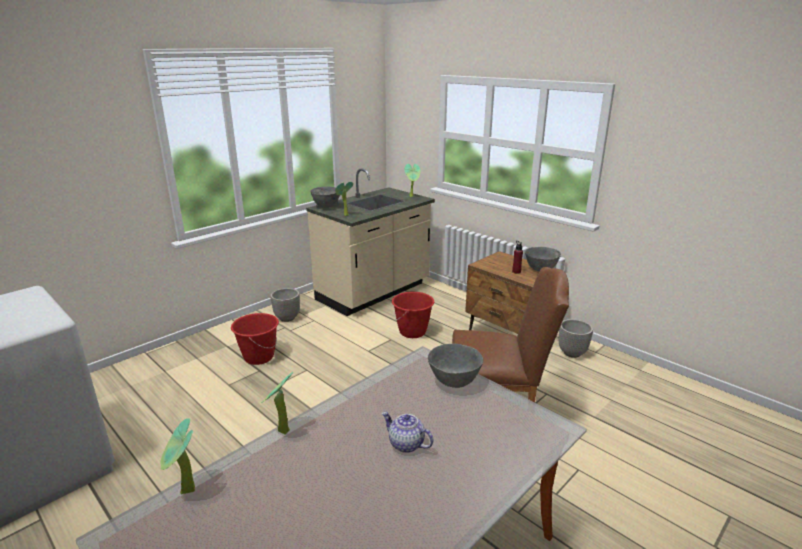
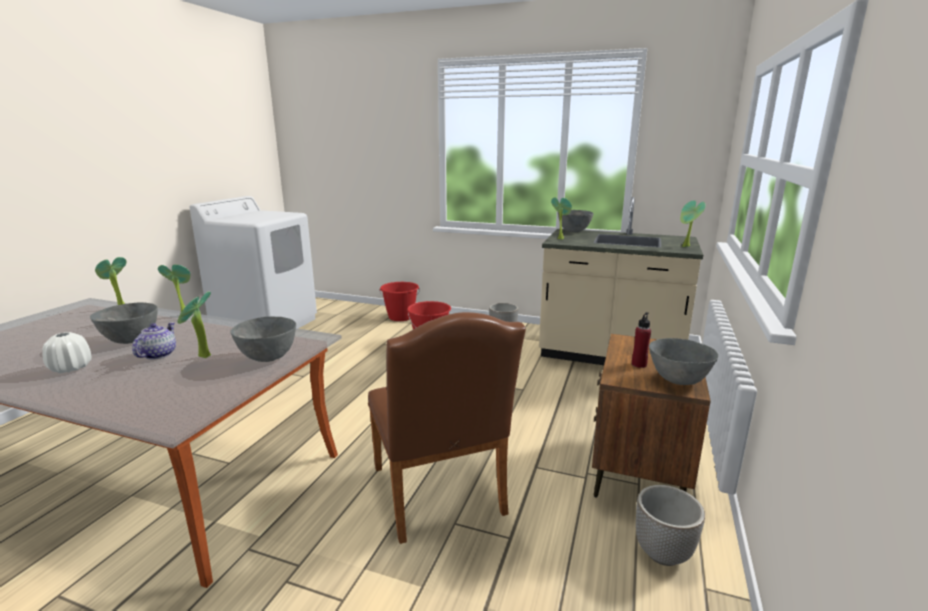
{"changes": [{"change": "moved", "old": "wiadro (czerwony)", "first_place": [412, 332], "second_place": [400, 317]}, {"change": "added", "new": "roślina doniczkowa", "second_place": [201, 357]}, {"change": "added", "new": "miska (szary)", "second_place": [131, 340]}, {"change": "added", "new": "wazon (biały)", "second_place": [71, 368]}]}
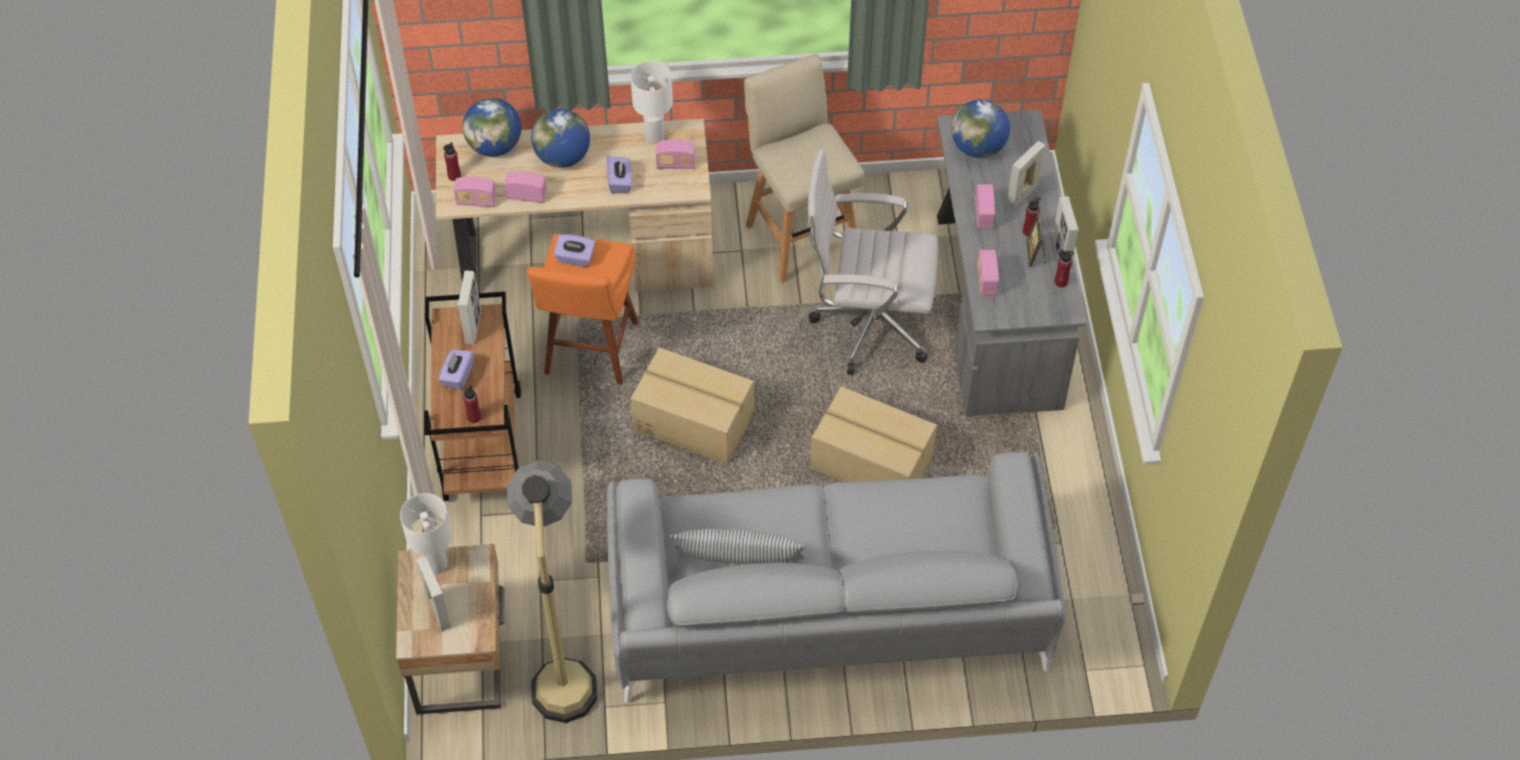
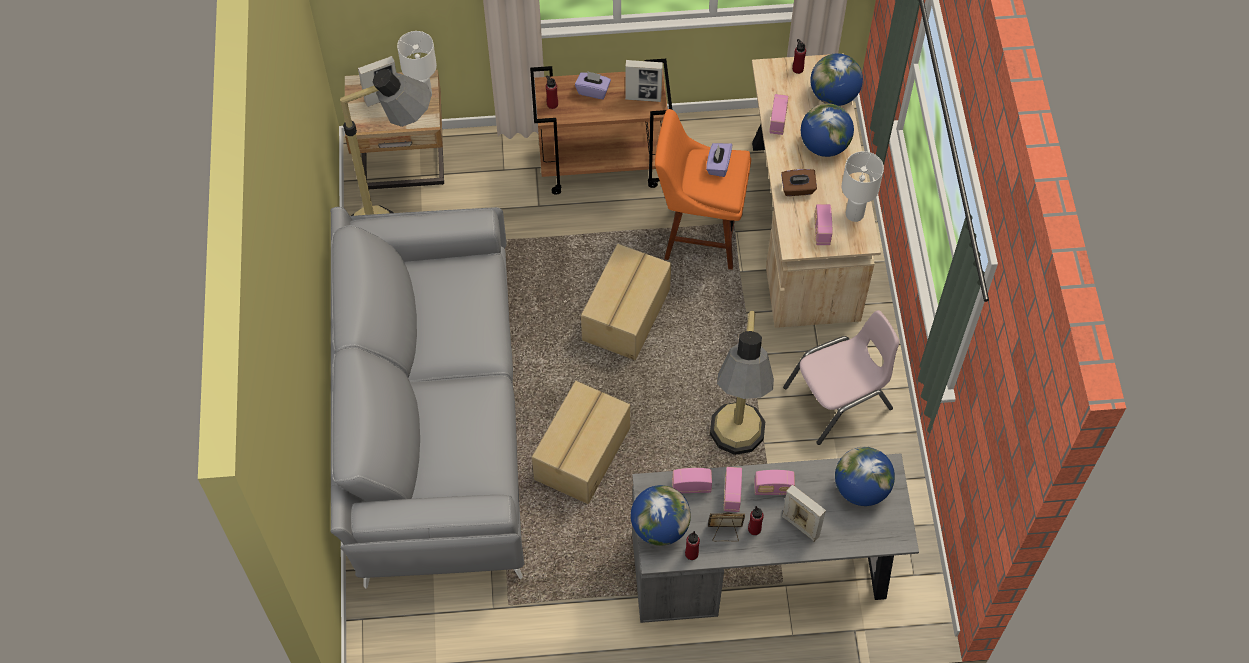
{"changes": [{"change": "replaced", "old": "stołek (beżowy)", "new": "krzesło (różowy)", "first_place": [800, 235], "second_place": [839, 399]}, {"change": "replaced", "old": "krzesło biurowe (biały)", "new": "lampa stojąca", "first_place": [867, 325], "second_place": [735, 453]}, {"change": "recoloured", "old": "pudełko chusteczek (fioletowy)", "new": "pudełko chusteczek (brązowy)", "first_place": [620, 182], "second_place": [797, 189]}, {"change": "moved", "old": "radio", "first_place": [476, 201], "second_place": [732, 494]}, {"change": "removed", "old": "ramka na zdjęcie", "first_place": [1061, 253]}, {"change": "removed", "old": "poduszka", "first_place": [738, 561]}, {"change": "added", "new": "globus", "second_place": [660, 527]}]}
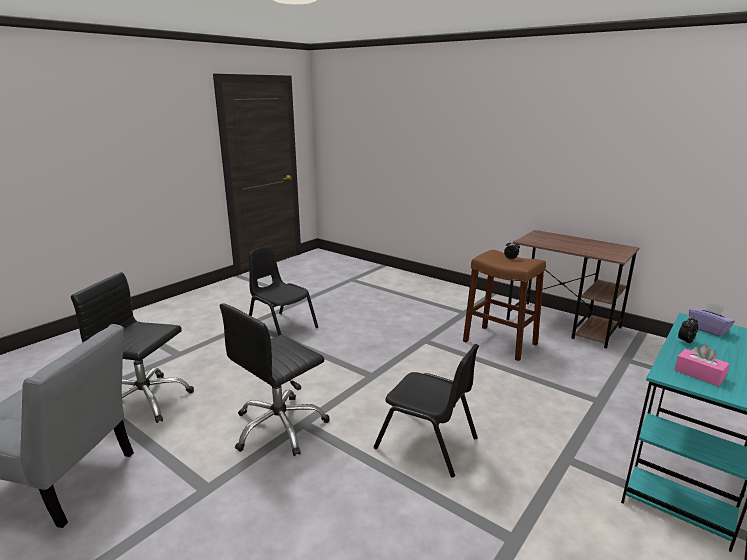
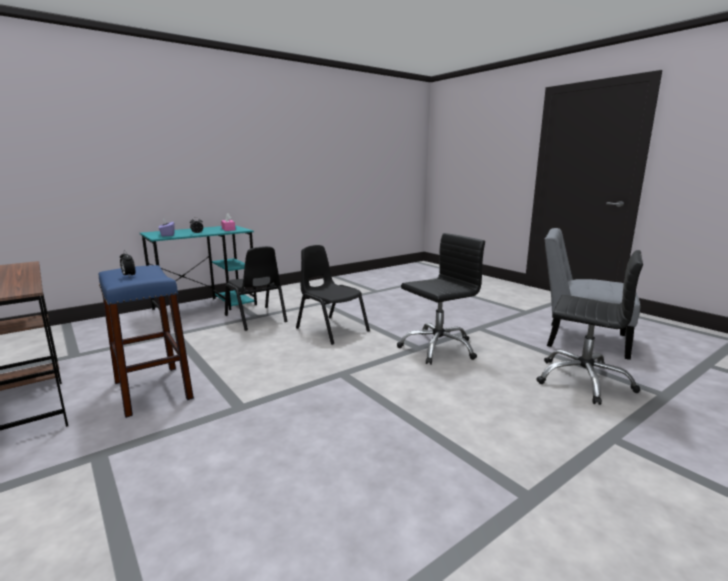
{"changes": [{"change": "moved", "old": "krzesło (czarny)", "first_place": [282, 327], "second_place": [256, 318]}, {"change": "recoloured", "old": "stołek (brązowy)", "new": "stołek (niebieski)", "first_place": [500, 342], "second_place": [152, 390]}]}
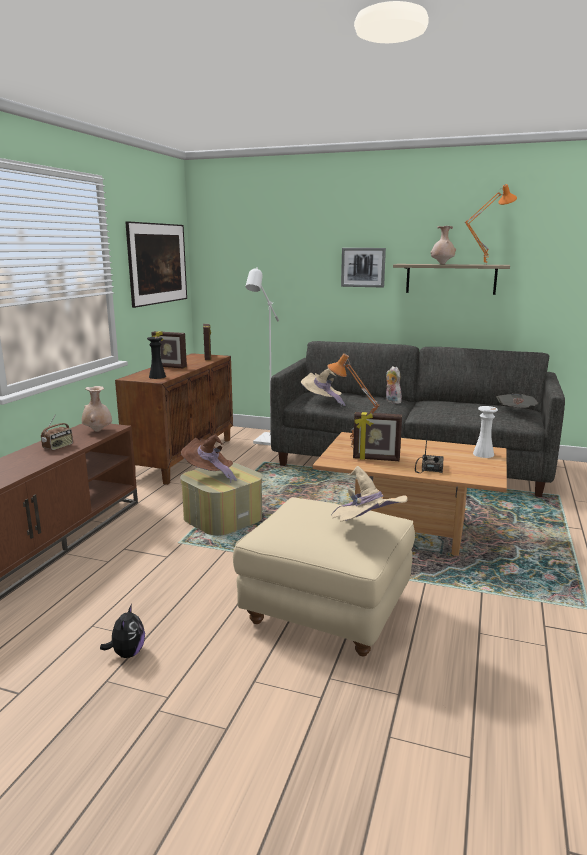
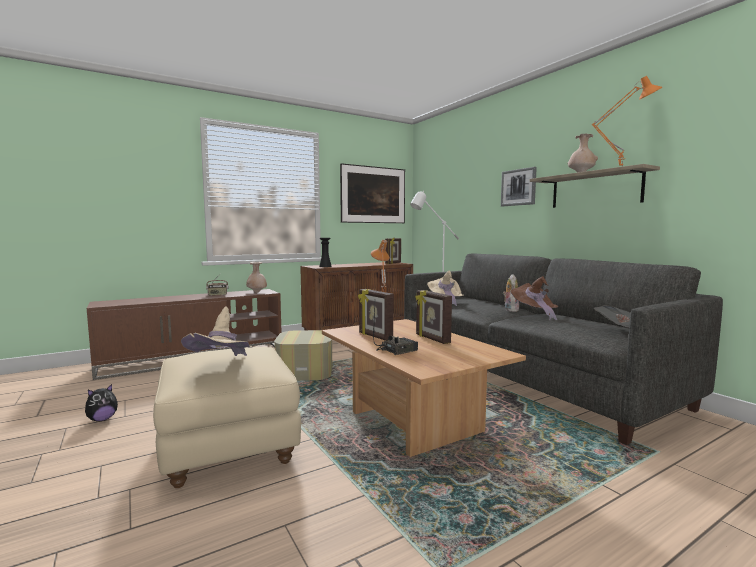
{"changes": [{"change": "moved", "old": "ramka na zdjęcie", "first_place": [169, 367], "second_place": [432, 339]}, {"change": "removed", "old": "wazon (biały)", "first_place": [483, 454]}, {"change": "moved", "old": "kapelusz (brązowy)", "first_place": [209, 474], "second_place": [534, 314]}]}
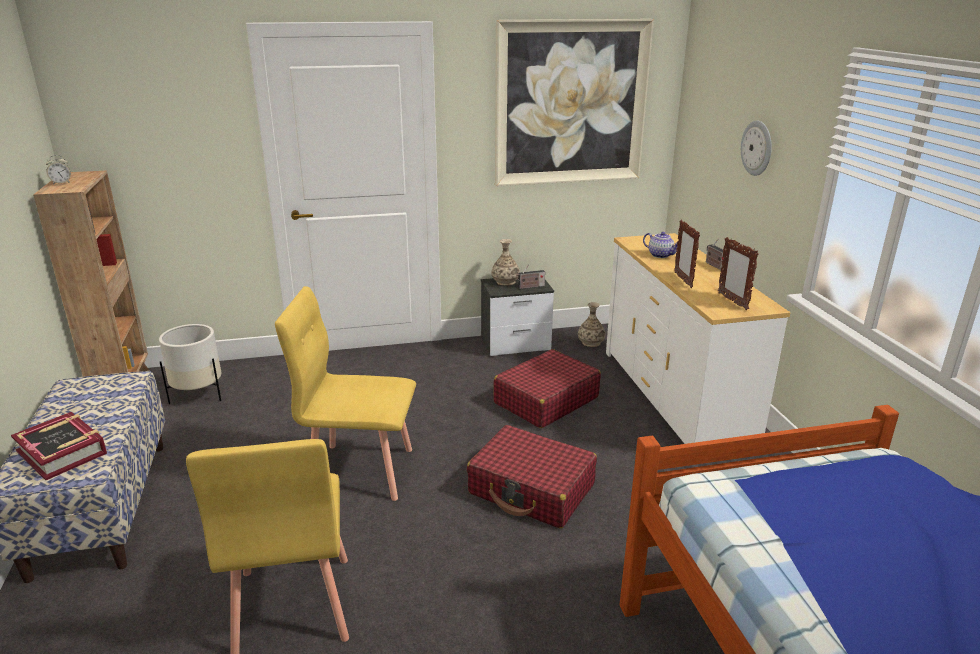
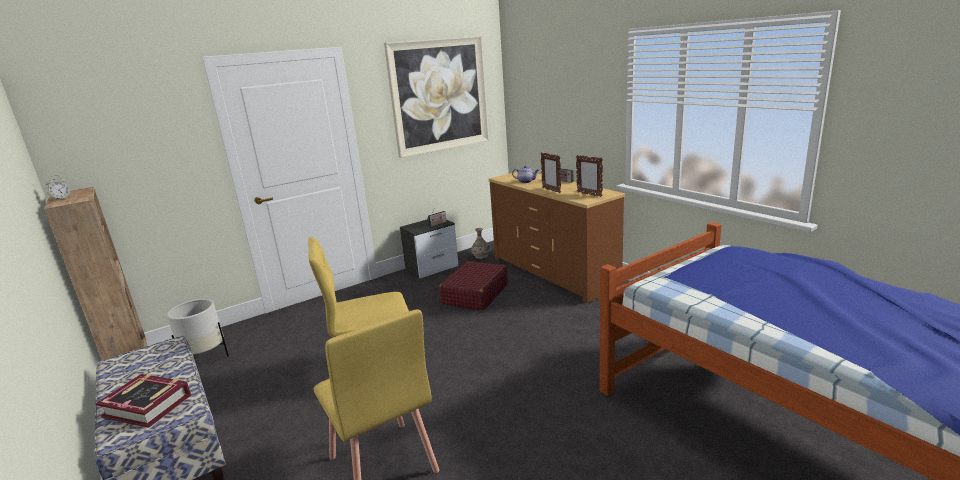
{"changes": [{"change": "removed", "old": "zegar ścienny", "first_place": [757, 148]}, {"change": "recoloured", "old": "komoda (biały)", "new": "komoda (brązowy)", "first_place": [675, 397], "second_place": [553, 273]}, {"change": "removed", "old": "wazon", "first_place": [505, 282]}, {"change": "removed", "old": "walizka (czerwony)", "first_place": [532, 489]}]}
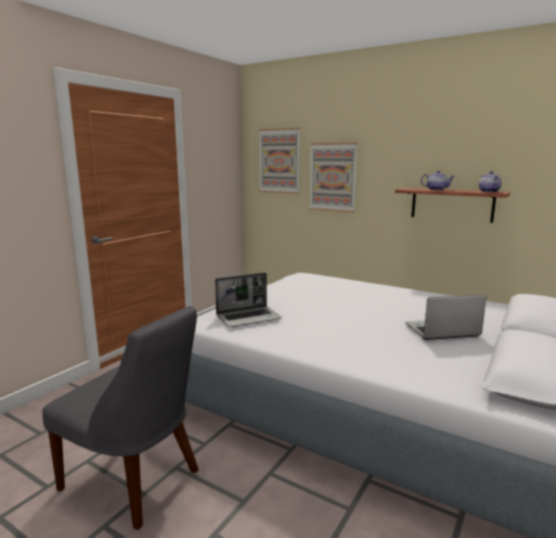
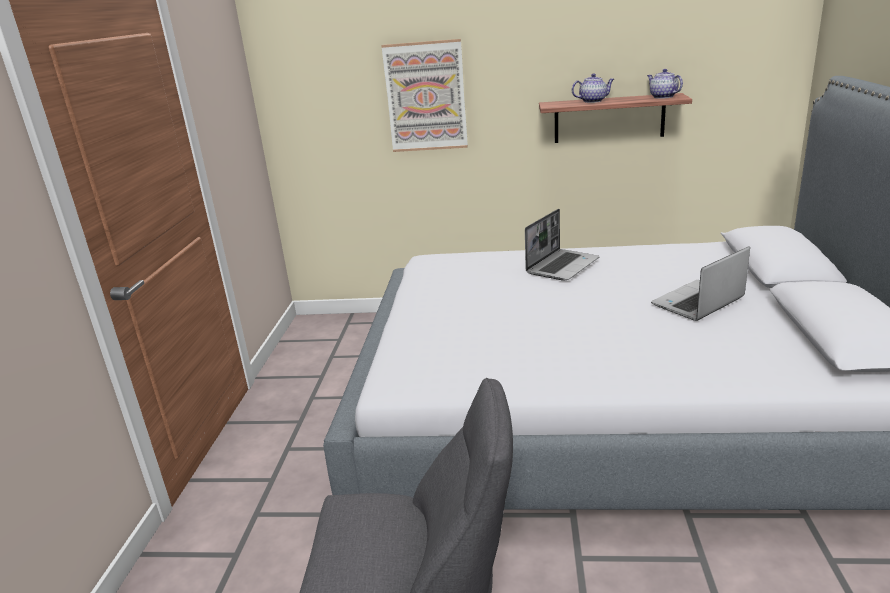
{"changes": [{"change": "removed", "old": "obraz", "first_place": [279, 161]}, {"change": "moved", "old": "laptop", "first_place": [249, 317], "second_place": [562, 266]}]}
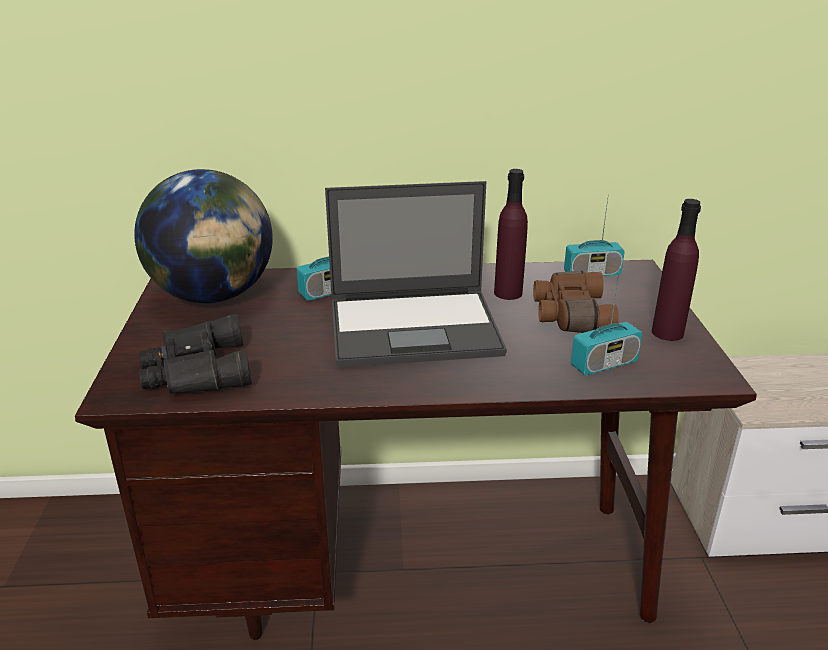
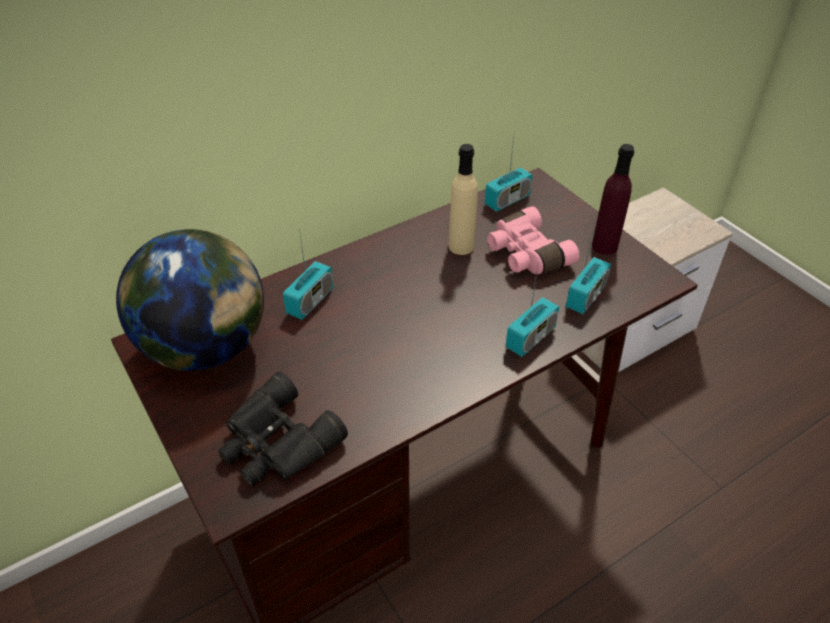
{"changes": [{"change": "recoloured", "old": "butelka (fioletowy)", "new": "butelka (beżowy)", "first_place": [508, 293], "second_place": [461, 246]}, {"change": "removed", "old": "laptop", "first_place": [416, 327]}, {"change": "recoloured", "old": "lornetka (brązowy)", "new": "lornetka (różowy)", "first_place": [569, 315], "second_place": [525, 254]}, {"change": "added", "new": "radio", "second_place": [530, 338]}]}
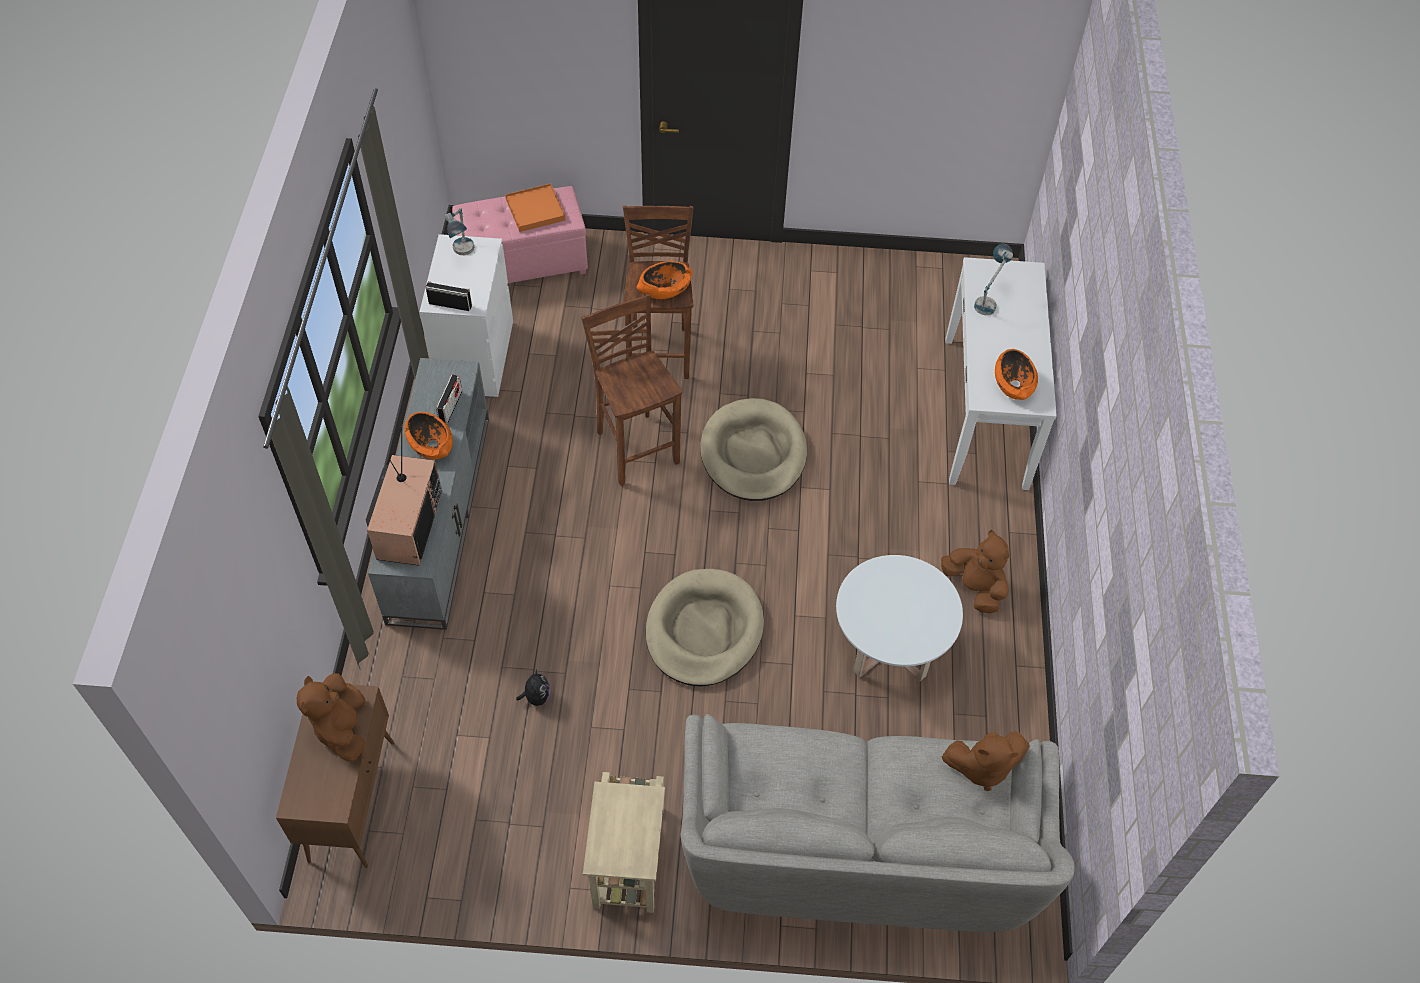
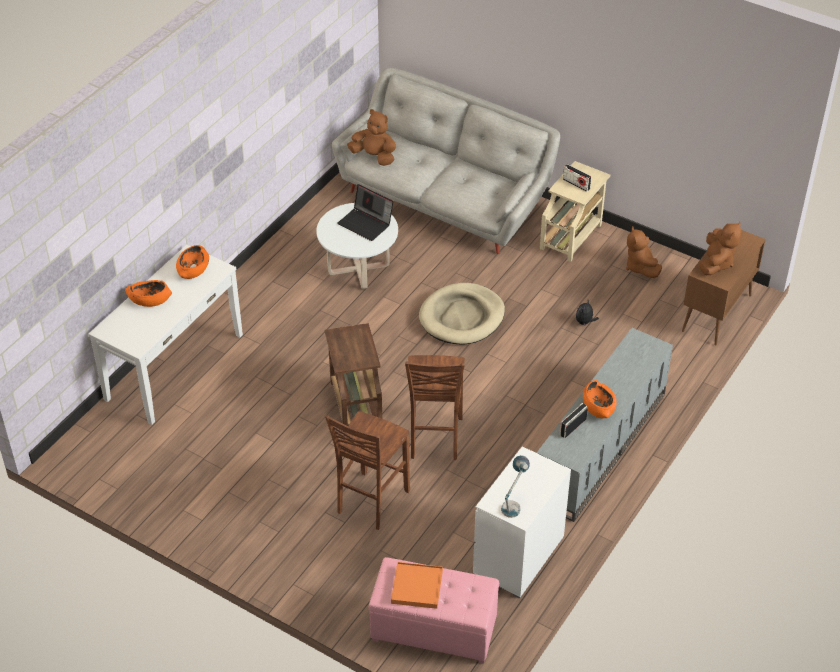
{"changes": [{"change": "removed", "old": "lampa stołowa", "first_place": [988, 300]}, {"change": "moved", "old": "miska (pomarańczowy)", "first_place": [664, 289], "second_place": [149, 300]}, {"change": "moved", "old": "radio", "first_place": [450, 304], "second_place": [576, 184]}, {"change": "replaced", "old": "legowisko (beżowy)", "new": "stolik (brązowy)", "first_place": [753, 453], "second_place": [355, 402]}, {"change": "removed", "old": "telewizor", "first_place": [408, 523]}, {"change": "moved", "old": "pluszak (brązowy)", "first_place": [974, 587], "second_place": [640, 267]}, {"change": "added", "new": "laptop", "second_place": [366, 223]}]}
